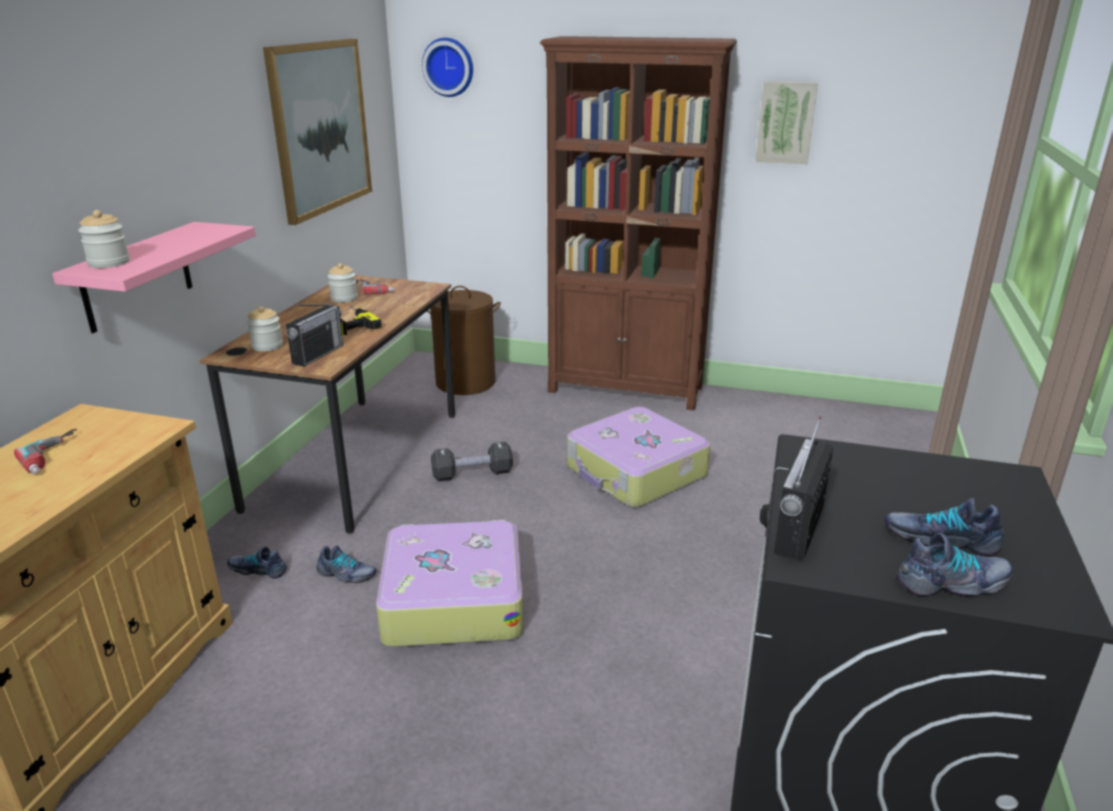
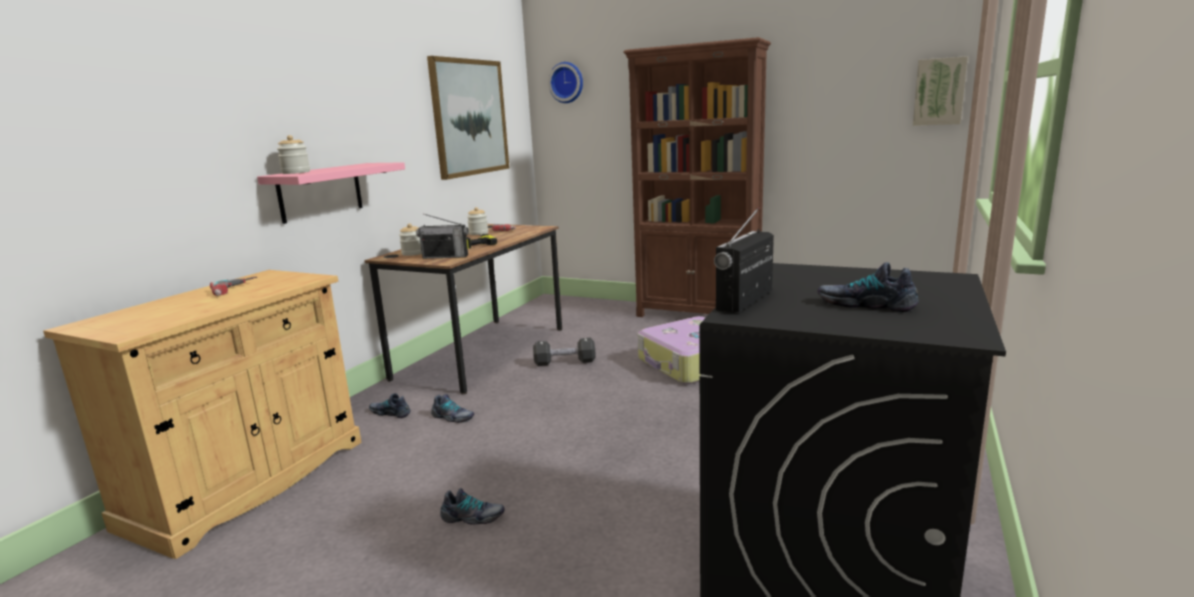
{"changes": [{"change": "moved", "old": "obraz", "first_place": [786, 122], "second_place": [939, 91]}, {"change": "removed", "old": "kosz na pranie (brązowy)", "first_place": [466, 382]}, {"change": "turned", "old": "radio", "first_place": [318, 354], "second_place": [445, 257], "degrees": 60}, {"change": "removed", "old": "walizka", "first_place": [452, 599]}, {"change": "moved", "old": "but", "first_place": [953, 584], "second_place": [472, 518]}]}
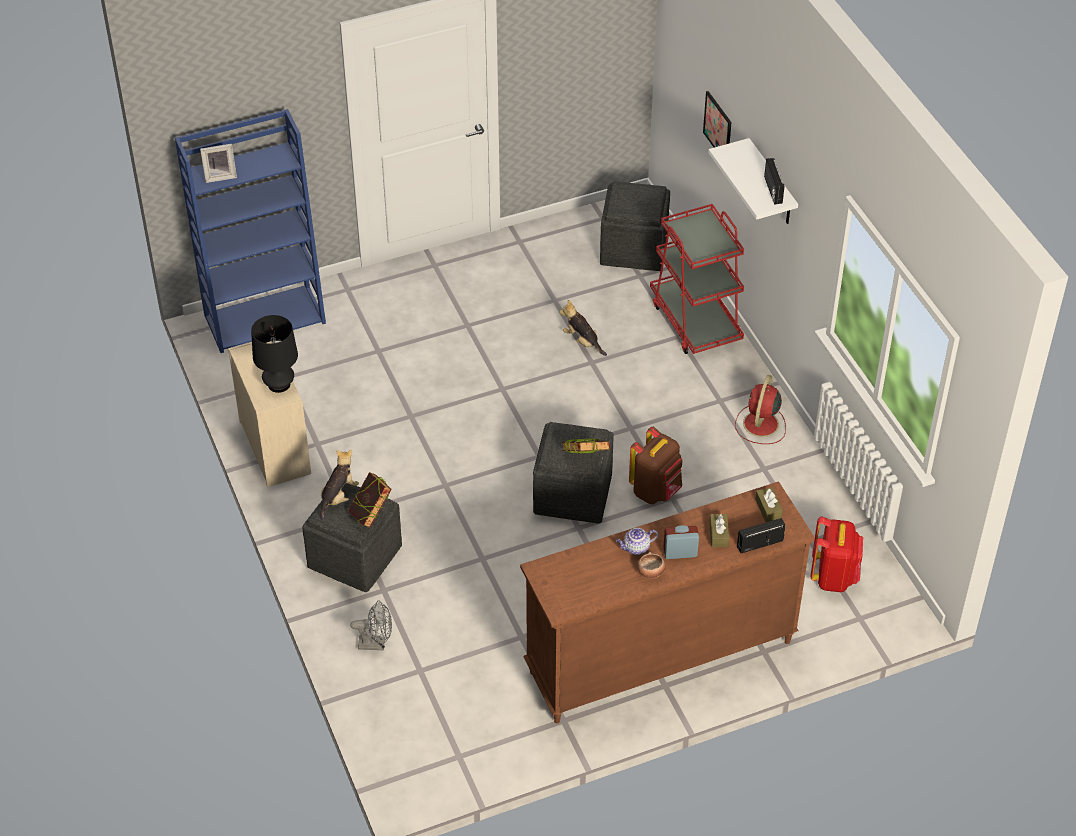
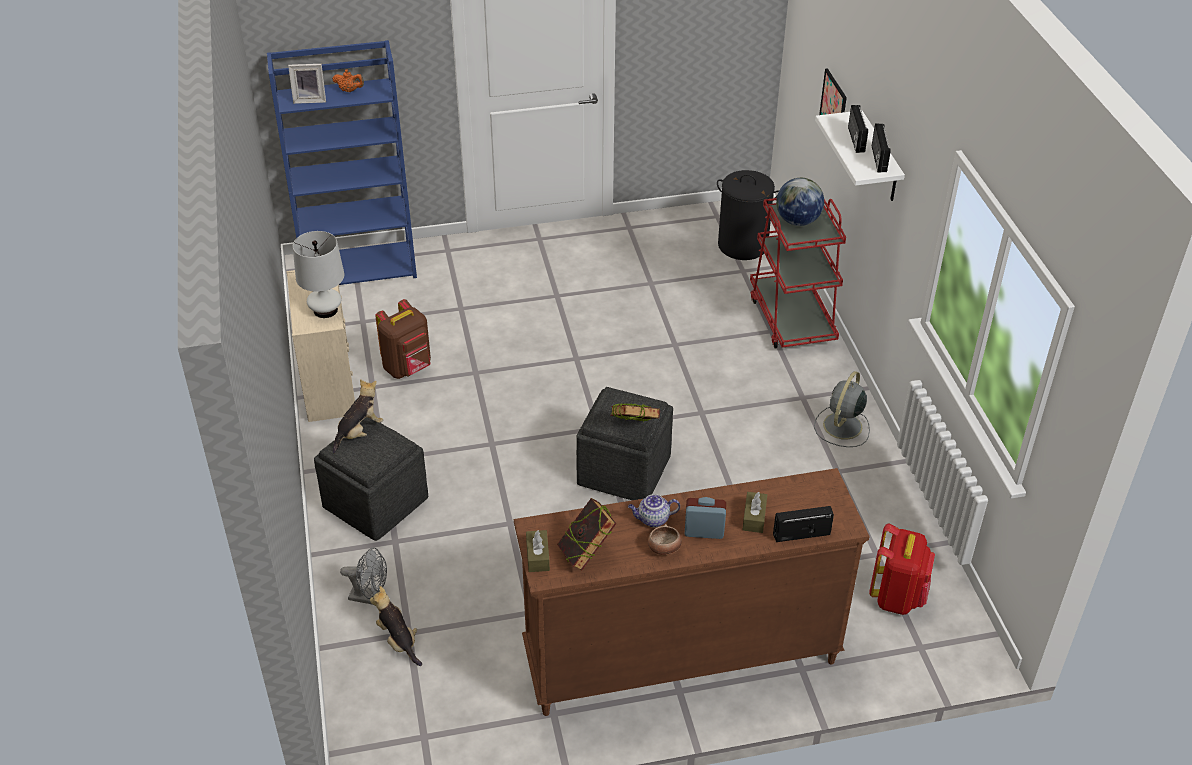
{"changes": [{"change": "replaced", "old": "pufa (szary)", "new": "kosz na pranie (czarny)", "first_place": [634, 248], "second_place": [743, 245]}, {"change": "moved", "old": "pluszak", "first_place": [582, 341], "second_place": [398, 641]}, {"change": "recoloured", "old": "lampa stołowa (czarny)", "new": "lampa stołowa (biały)", "first_place": [279, 384], "second_place": [325, 310]}, {"change": "recoloured", "old": "wentylator (czerwony)", "new": "wentylator (szary)", "first_place": [760, 425], "second_place": [842, 427]}, {"change": "moved", "old": "plecak (brązowy)", "first_place": [656, 490], "second_place": [408, 368]}, {"change": "moved", "old": "książka", "first_place": [371, 514], "second_place": [586, 553]}, {"change": "moved", "old": "pudełko chusteczek (brązowy)", "first_place": [768, 509], "second_place": [537, 556]}, {"change": "added", "new": "imbryk (pomarańczowy)", "second_place": [349, 90]}, {"change": "added", "new": "radio", "second_place": [855, 139]}, {"change": "added", "new": "globus", "second_place": [797, 221]}]}
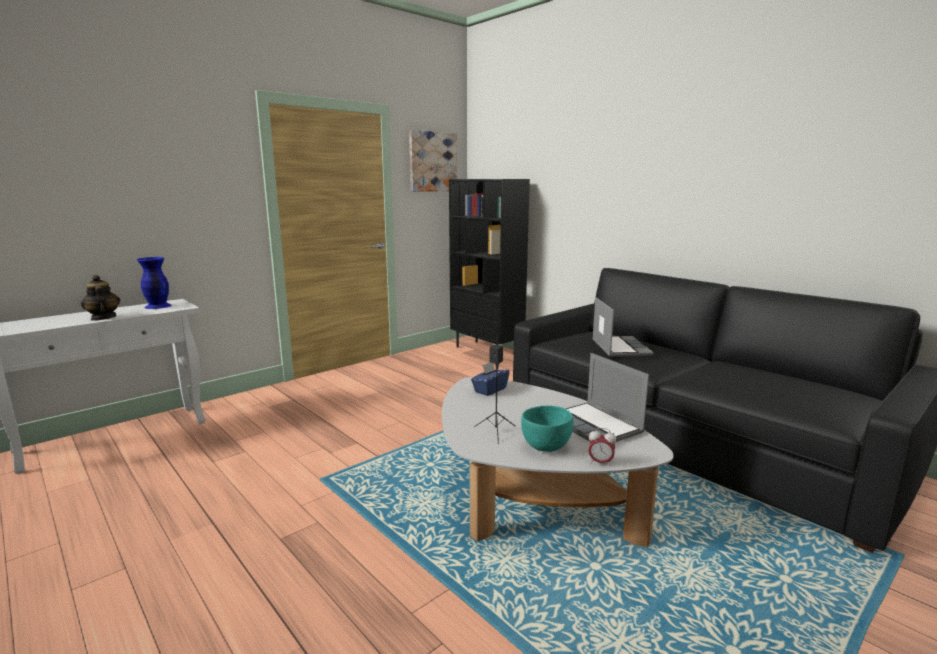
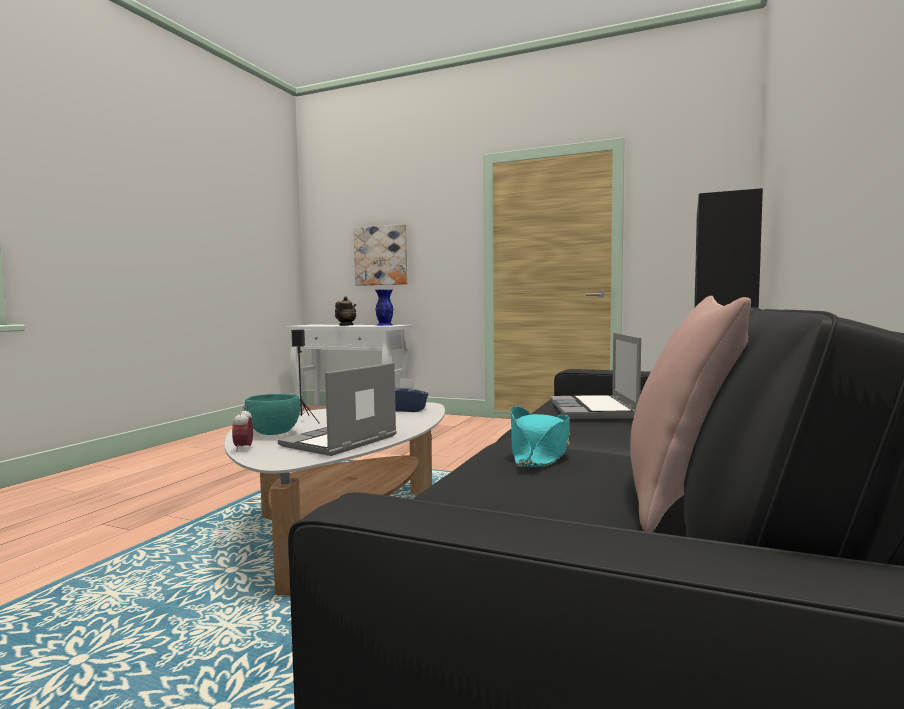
{"changes": [{"change": "moved", "old": "obraz", "first_place": [432, 162], "second_place": [381, 255]}, {"change": "turned", "old": "laptop", "first_place": [619, 348], "second_place": [594, 410], "degrees": 120}, {"change": "added", "new": "poduszka (różowy)", "second_place": [681, 498]}, {"change": "added", "new": "kapelusz (turkusowy)", "second_place": [539, 453]}]}
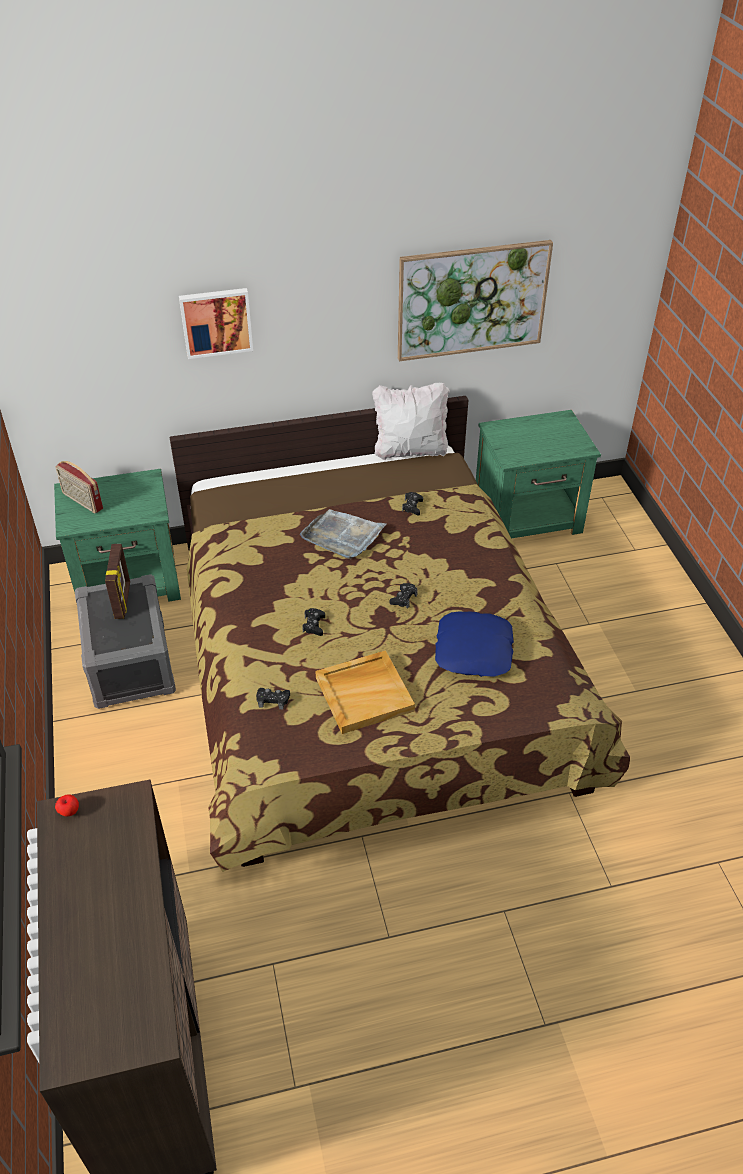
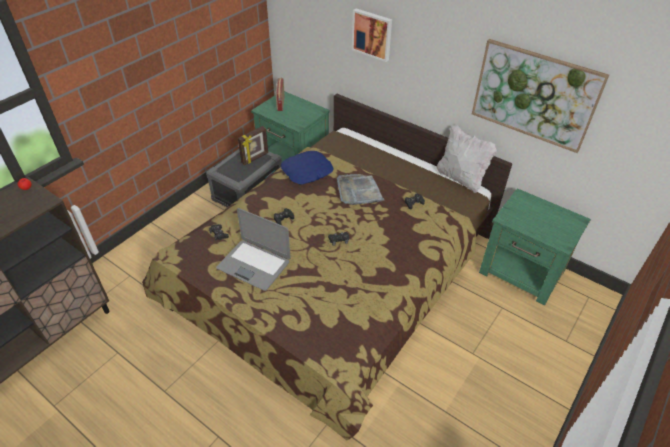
{"changes": [{"change": "moved", "old": "poduszka (niebieski)", "first_place": [474, 651], "second_place": [307, 172]}, {"change": "replaced", "old": "taca (beżowy)", "new": "laptop", "first_place": [364, 693], "second_place": [254, 264]}]}
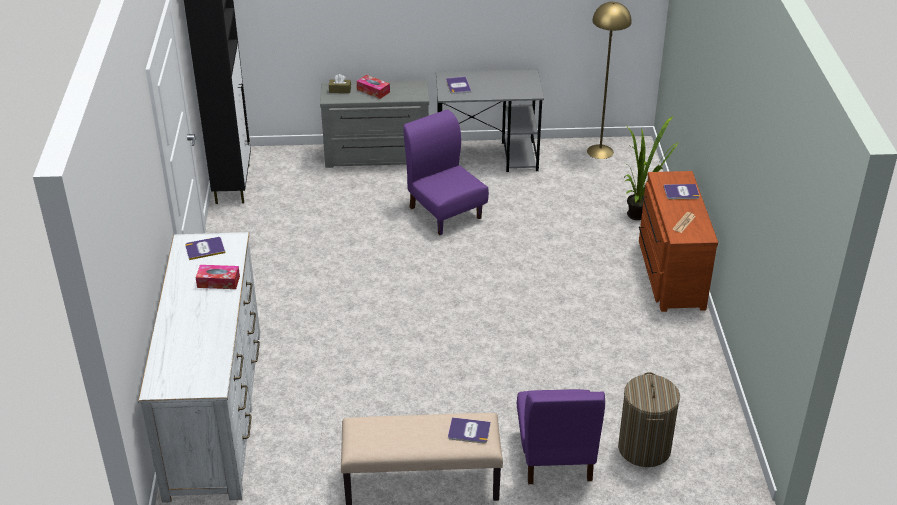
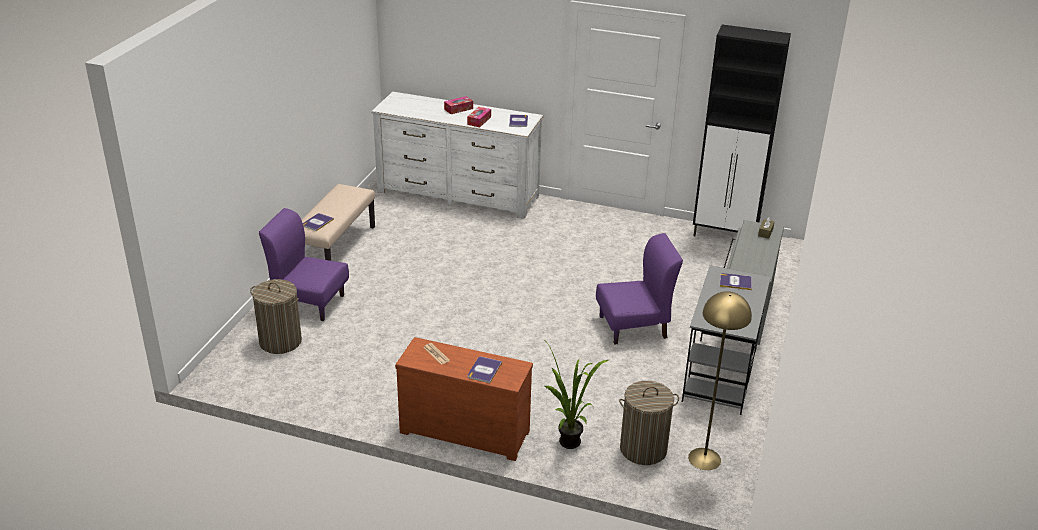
{"changes": [{"change": "moved", "old": "pudełko chusteczek", "first_place": [373, 91], "second_place": [458, 109]}, {"change": "added", "new": "kosz na pranie", "second_place": [643, 449]}]}
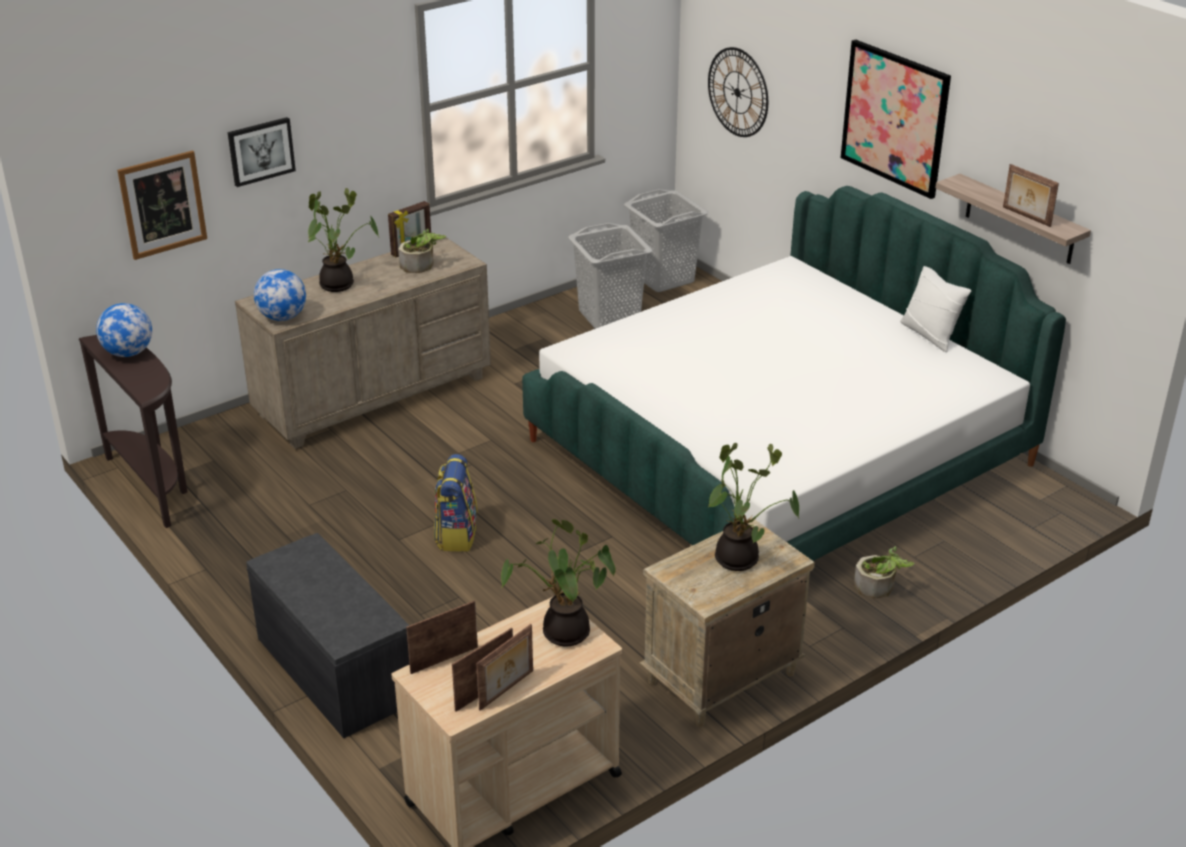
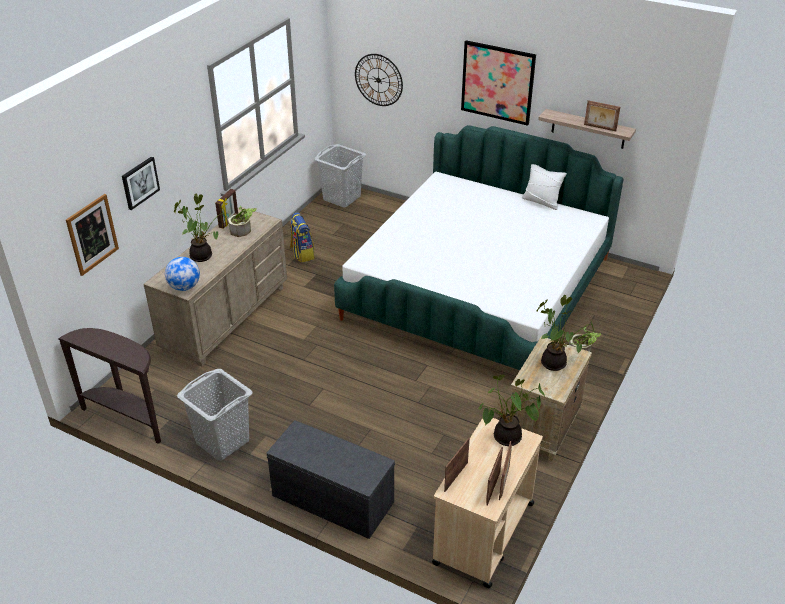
{"changes": [{"change": "moved", "old": "kosz na pranie (szary)", "first_place": [609, 315], "second_place": [222, 441]}, {"change": "removed", "old": "globus", "first_place": [128, 353]}, {"change": "moved", "old": "plecak", "first_place": [456, 535], "second_place": [302, 254]}]}
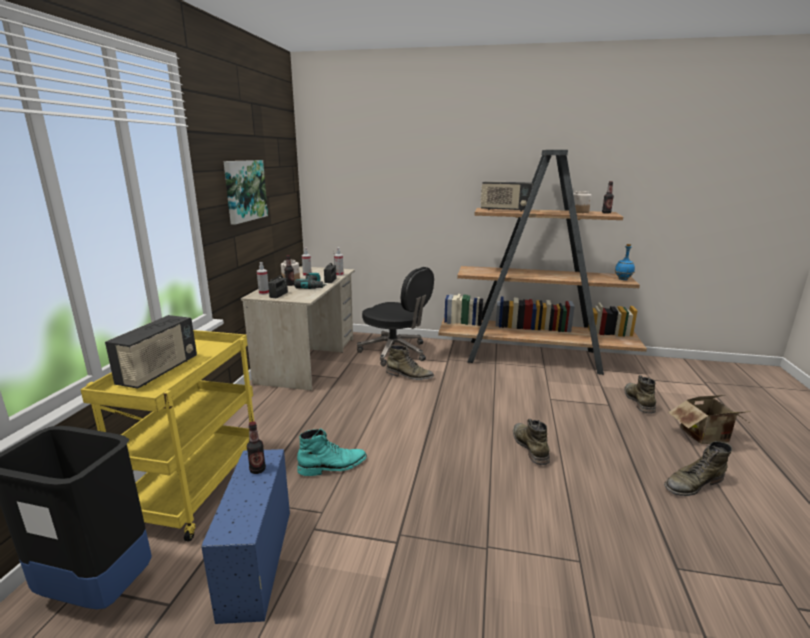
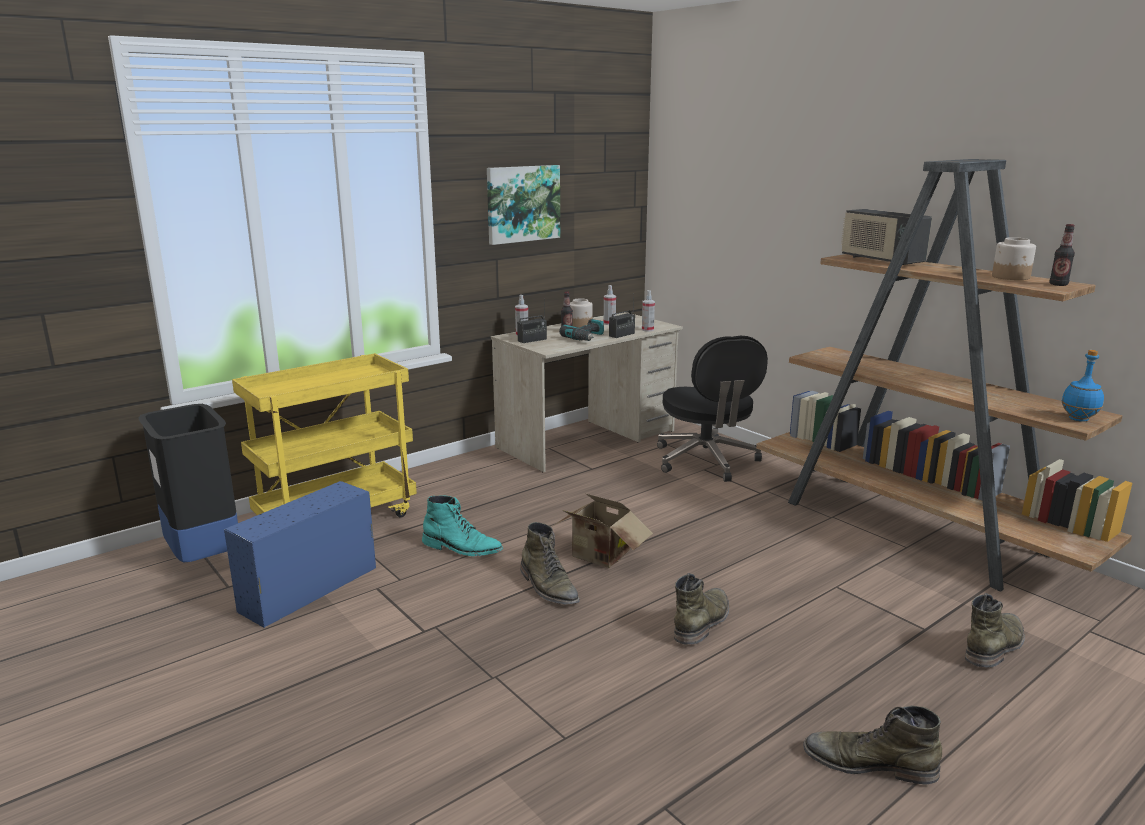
{"changes": [{"change": "removed", "old": "radio", "first_place": [159, 371]}, {"change": "moved", "old": "but z cholewką (zielony)", "first_place": [409, 376], "second_place": [548, 587]}, {"change": "moved", "old": "karton", "first_place": [707, 437], "second_place": [600, 557]}, {"change": "removed", "old": "butelka", "first_place": [257, 470]}]}
